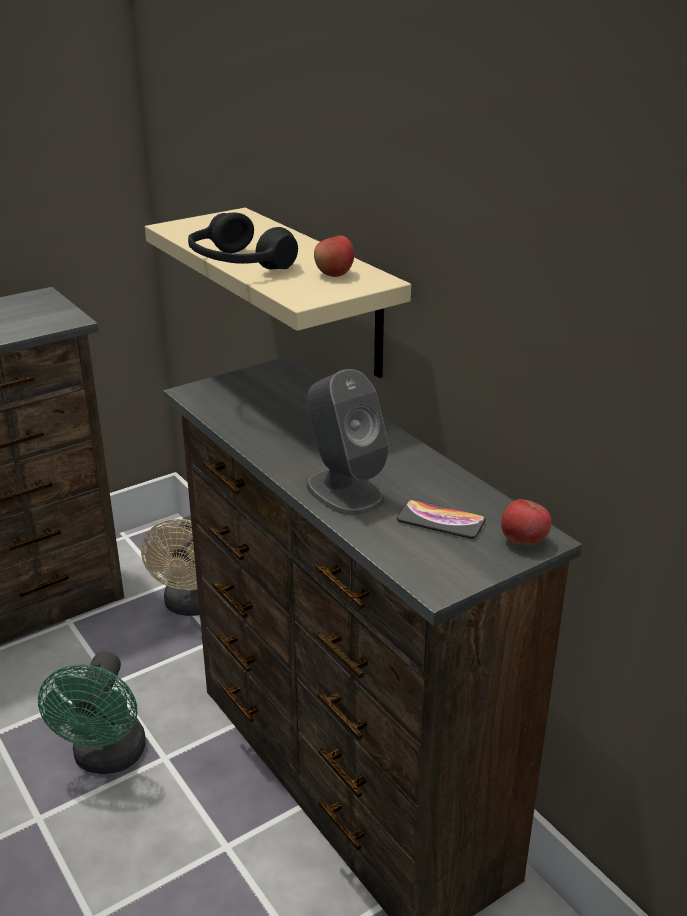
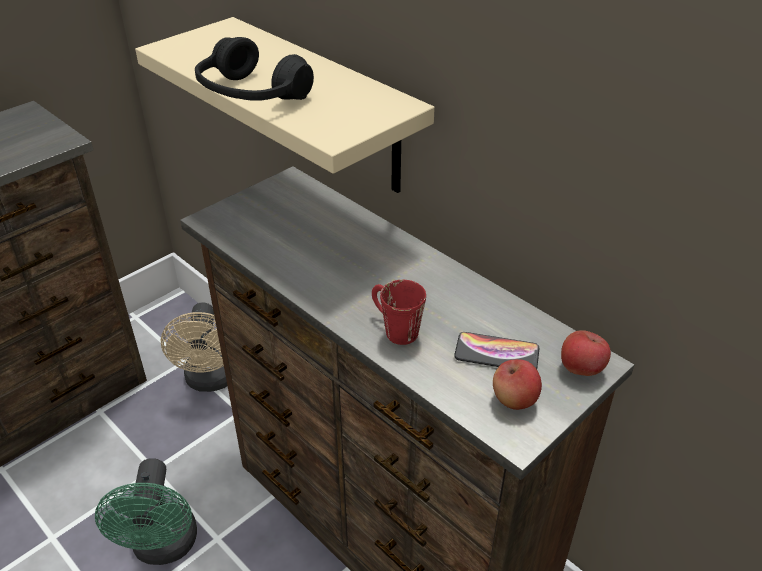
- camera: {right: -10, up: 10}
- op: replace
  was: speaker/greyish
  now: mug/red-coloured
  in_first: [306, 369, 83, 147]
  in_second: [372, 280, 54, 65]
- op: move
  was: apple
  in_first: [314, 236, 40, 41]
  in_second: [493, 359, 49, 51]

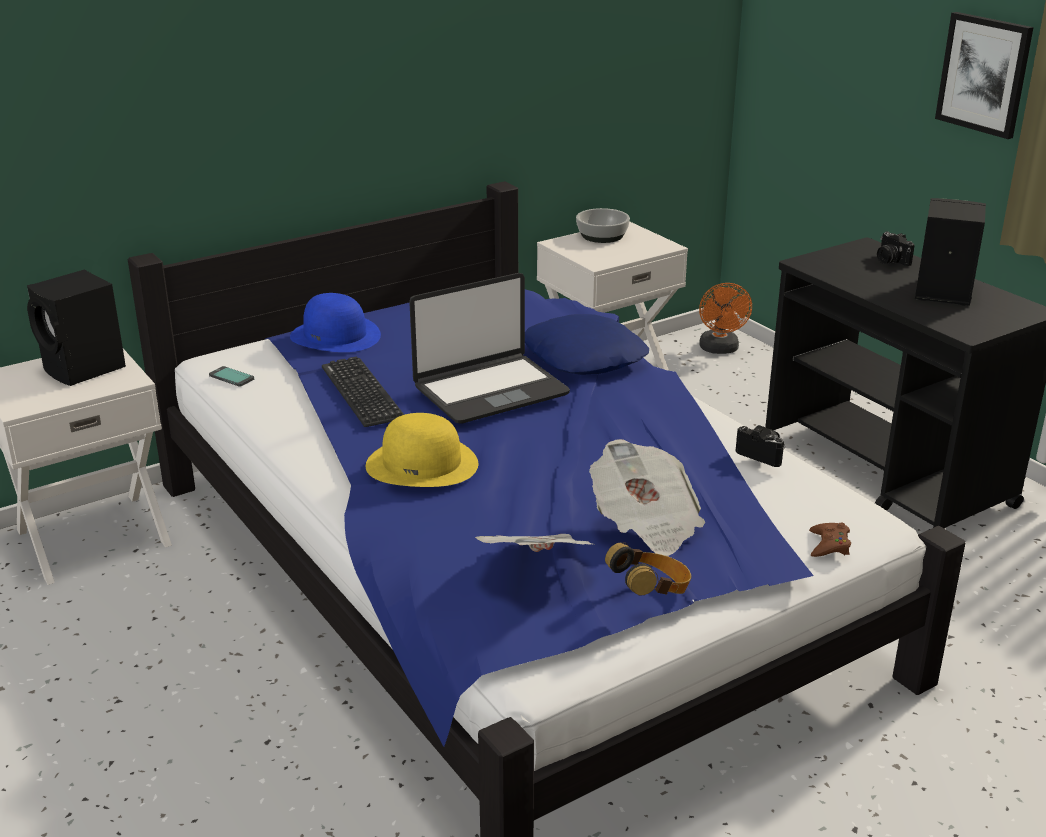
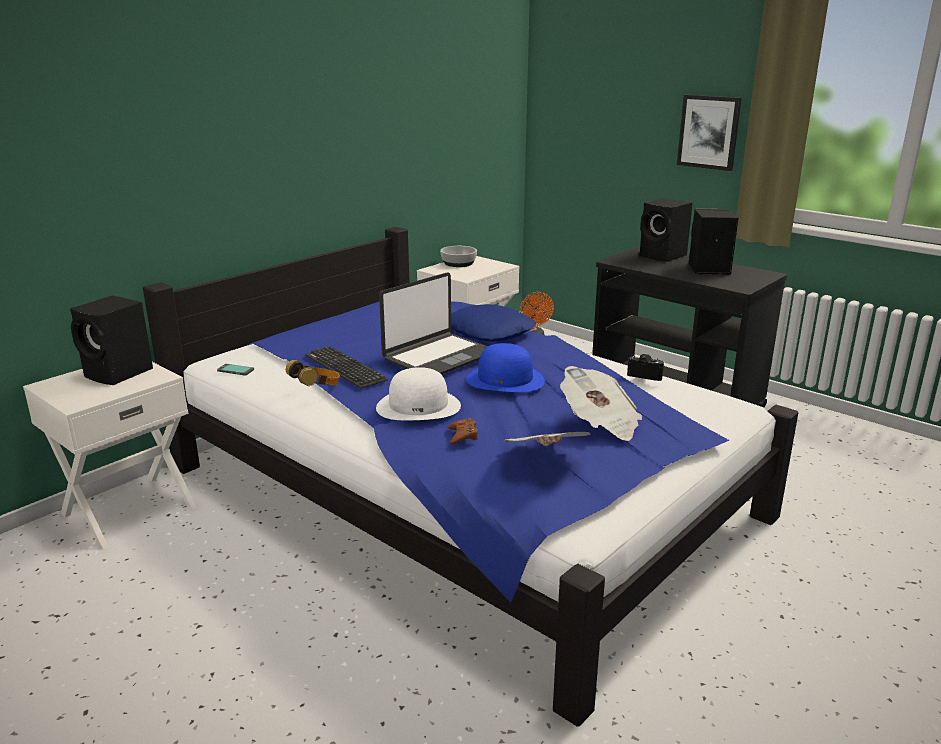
- camera: {right: -15, up: -5}
- op: move
  was: wearable hat/bluish
  in_first: [290, 293, 91, 59]
  in_second: [466, 343, 79, 49]
- op: recolor
  was: wearable hat/yellow
  now: wearable hat/white
  in_first: [366, 413, 112, 74]
  in_second: [376, 367, 85, 54]
- op: move
  was: headset
  in_first: [605, 542, 86, 54]
  in_second: [286, 360, 54, 26]
- op: move
  was: joypad/brown-coloured
  in_first: [809, 523, 42, 34]
  in_second: [448, 418, 30, 26]
- op: replace
  was: still camera
  now: speaker/black
  in_first: [877, 232, 38, 34]
  in_second: [639, 198, 54, 64]

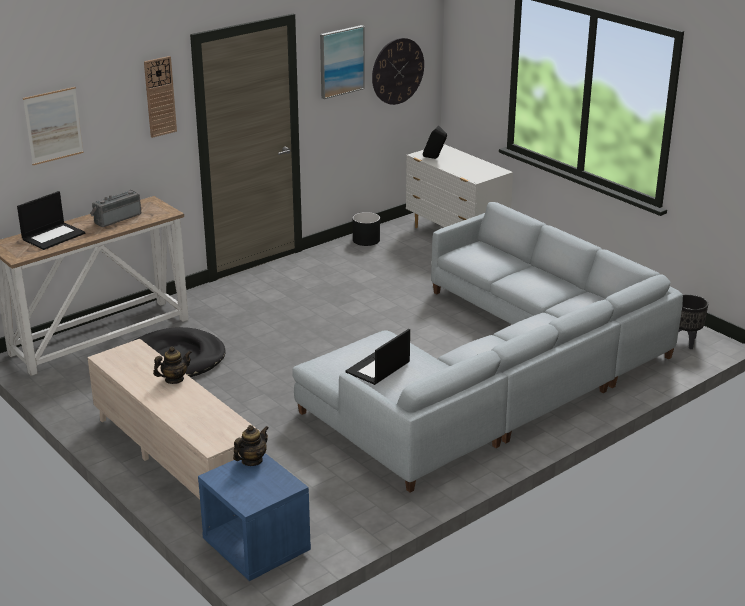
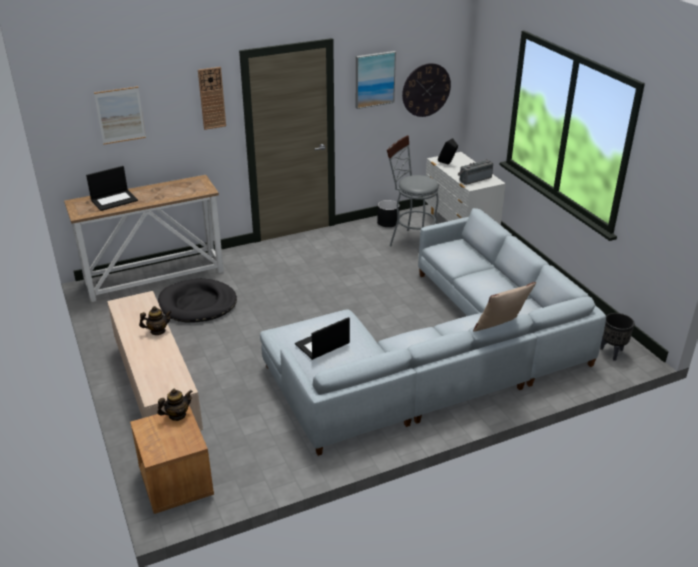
- camera: {right: 15, up: 5}
- op: move
  was: radio
  in_first: [90, 190, 51, 37]
  in_second: [458, 160, 35, 25]
- op: recolor
  was: night table/bluish
  now: night table/brown-coloured
  in_first: [198, 453, 113, 128]
  in_second: [130, 406, 84, 108]
- op: insert
  now: sitting stool/greyish
  in_second: [387, 135, 52, 111]
- op: insert
  now: pillow/sand-coloured
  in_second: [473, 282, 63, 50]

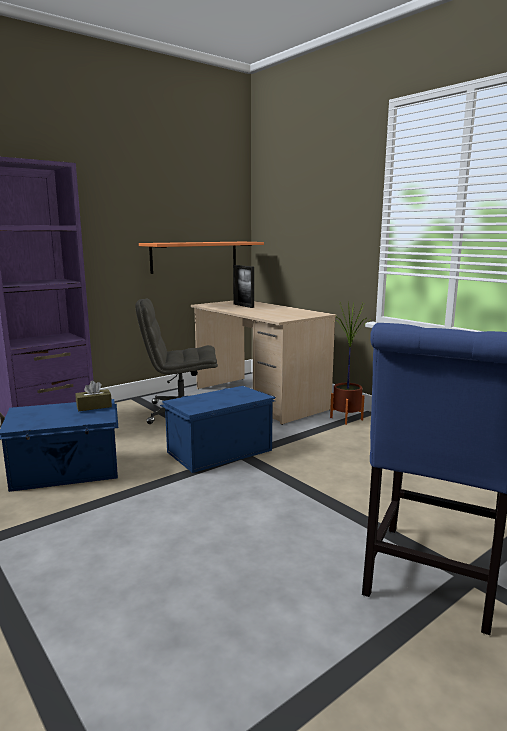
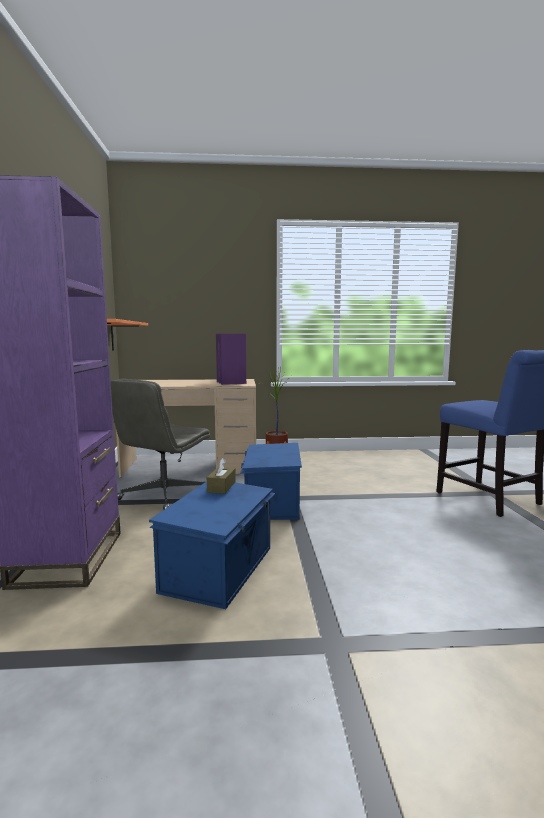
- camera: {right: -55, up: -5}
- op: delete
  was: standing frame
  in_first: [233, 265, 21, 43]
- op: insert
  now: speaker/purple-coloured
  in_second: [216, 334, 30, 51]

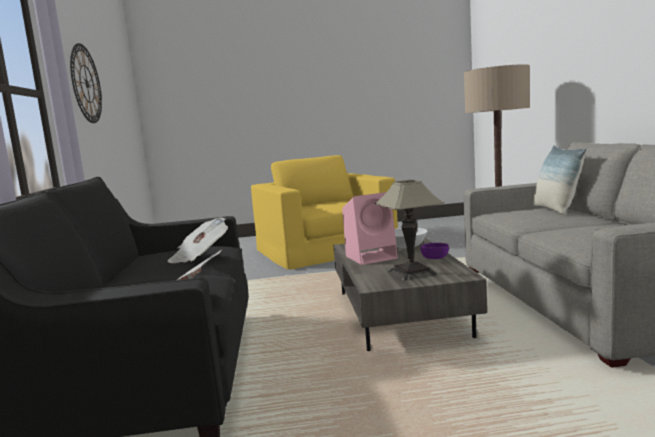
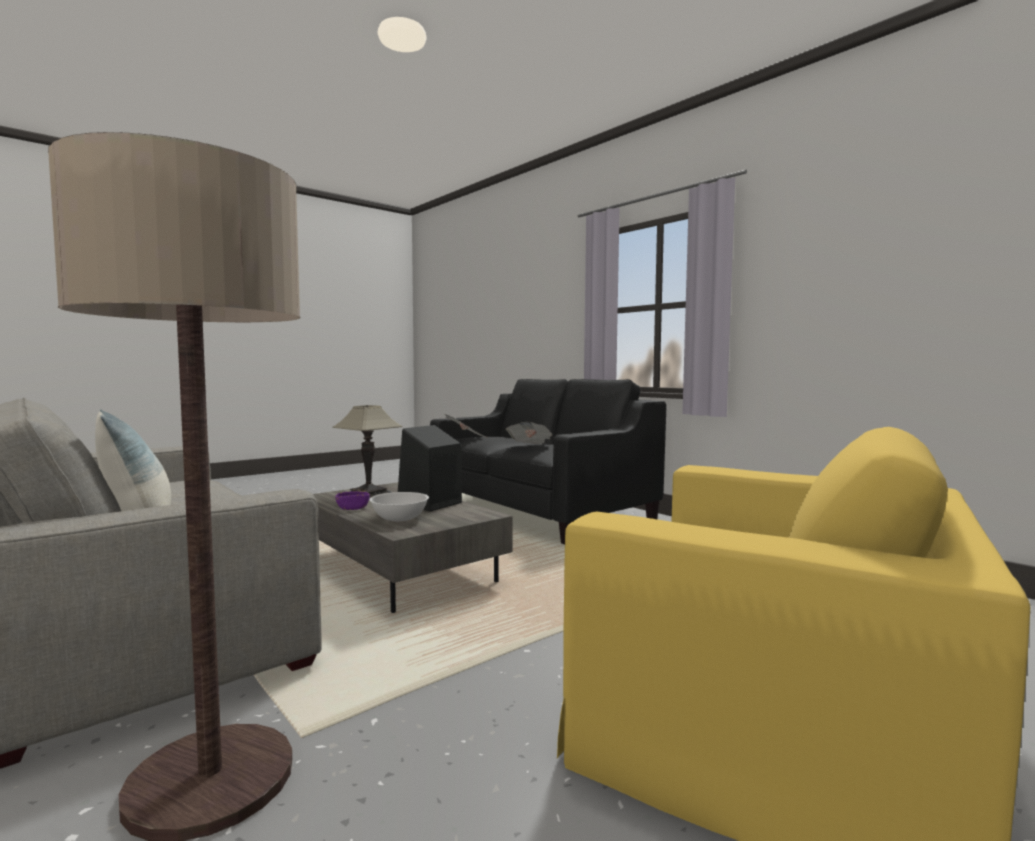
- camera: {right: 145, up: -5}
- op: delete
  was: hanging clock
  in_first: [70, 43, 32, 80]
- op: recolor
  was: speaker/pink
  now: speaker/black
  in_first: [342, 192, 56, 73]
  in_second: [398, 425, 64, 86]

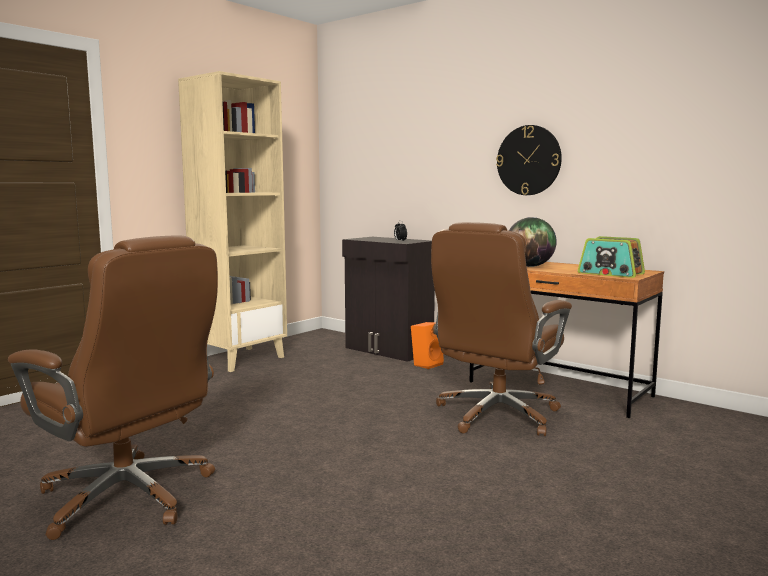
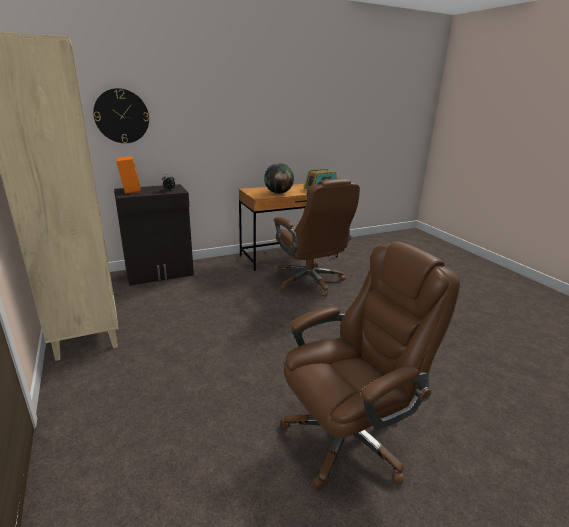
- camera: {right: -65, up: 15}
- op: move
  was: speaker/orange-coloured
  in_first: [411, 322, 33, 47]
  in_second: [116, 156, 25, 38]
- op: move
  was: hanging clock
  in_first: [496, 125, 66, 70]
  in_second: [93, 88, 56, 55]

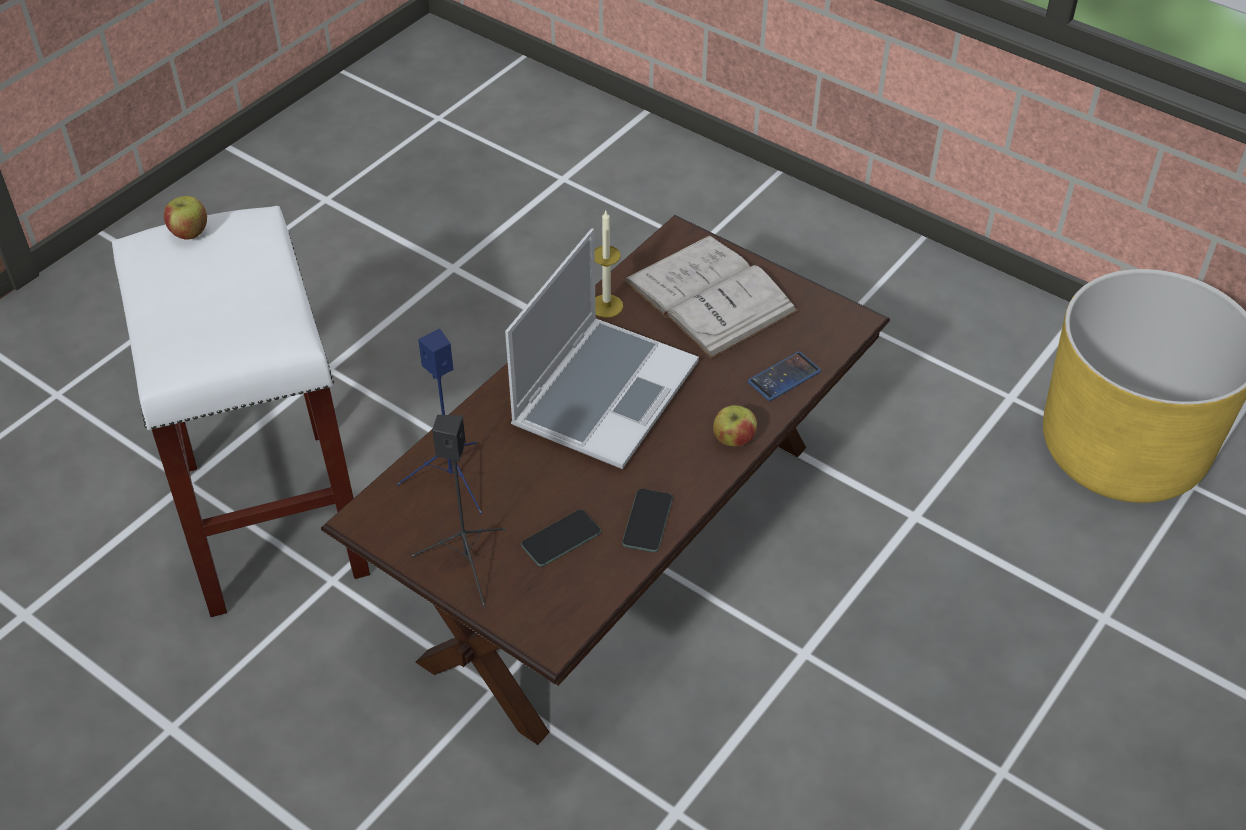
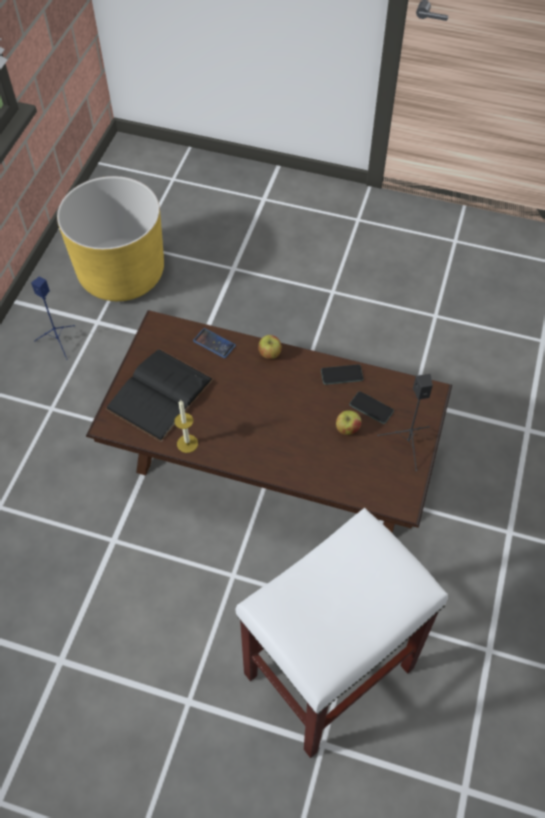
- camera: {right: -110, up: 10}
- op: move
  was: apple
  in_first: [164, 196, 43, 43]
  in_second: [336, 410, 25, 25]
- op: move
  was: speaker/bluish
  in_first: [397, 329, 85, 185]
  in_second: [31, 276, 44, 84]
- op: delete
  was: portable computer
  in_first: [505, 229, 194, 240]
- op: recolor
  was: book/white
  now: book/black
  in_first: [623, 236, 176, 123]
  in_second: [106, 348, 108, 94]

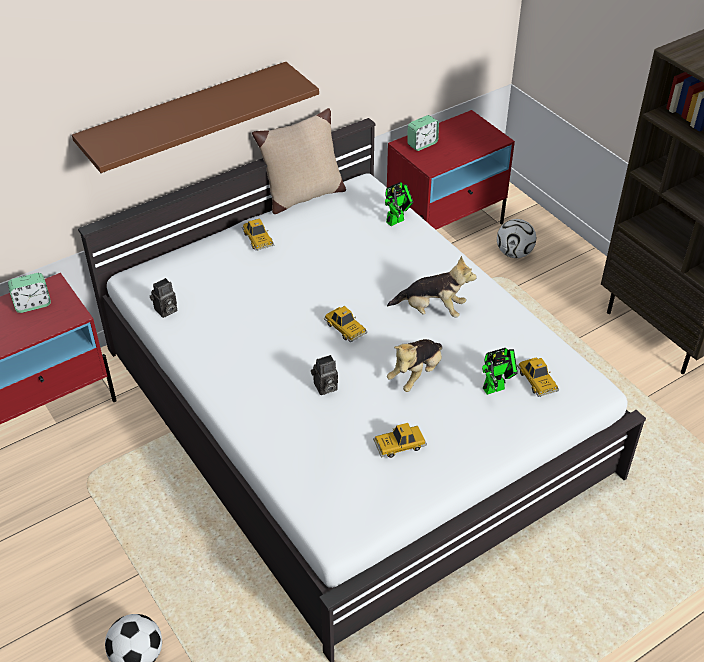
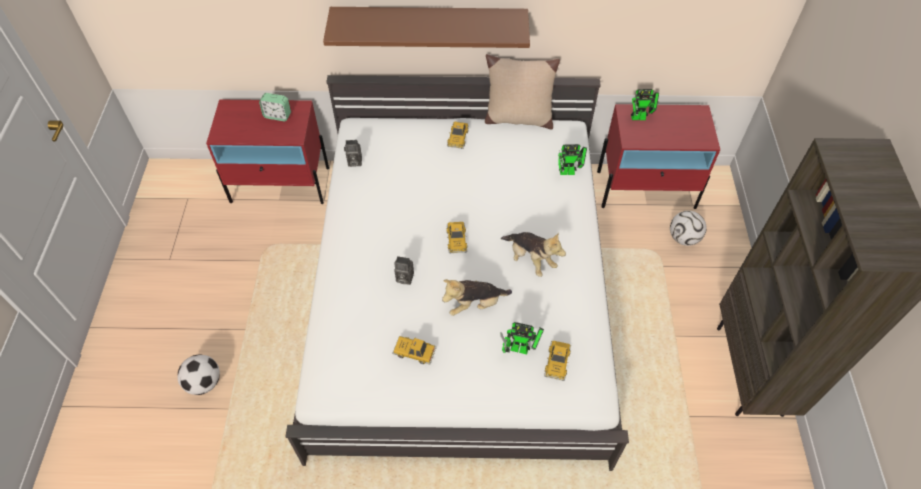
- camera: {right: 35, up: 10}
- op: replace
  was: alarm clock
  now: robot figure
  in_first: [407, 115, 32, 36]
  in_second: [631, 89, 28, 31]

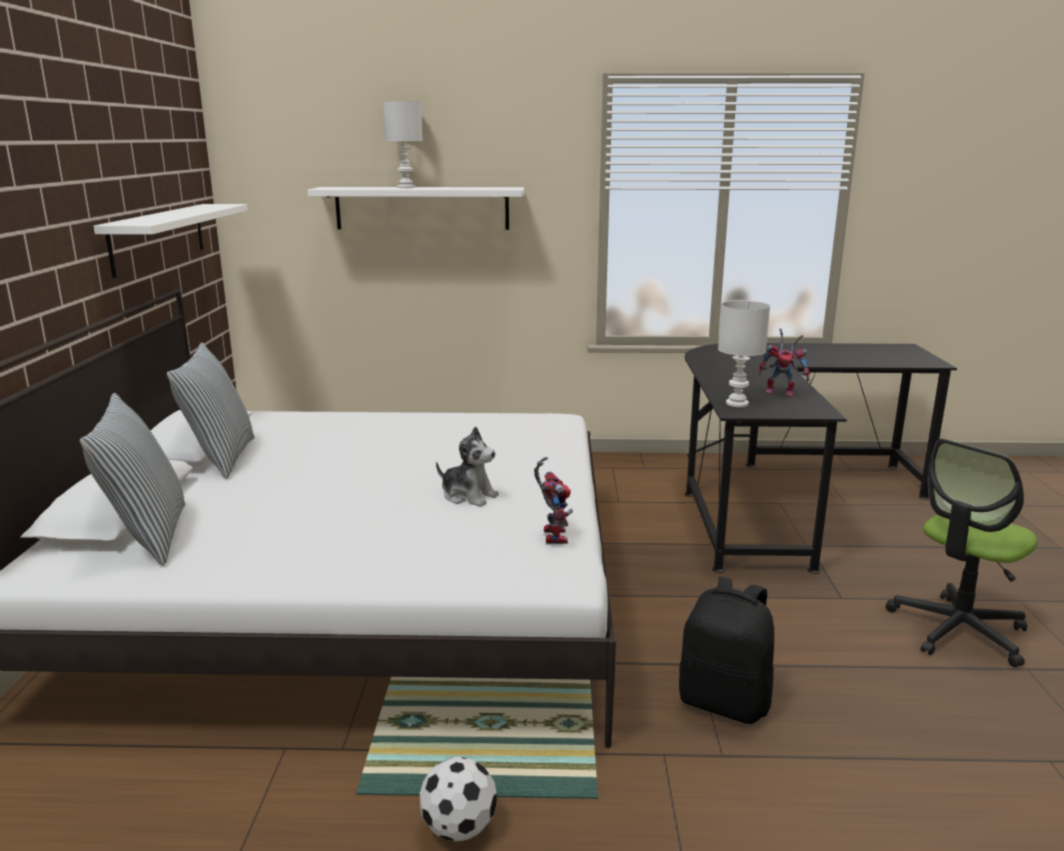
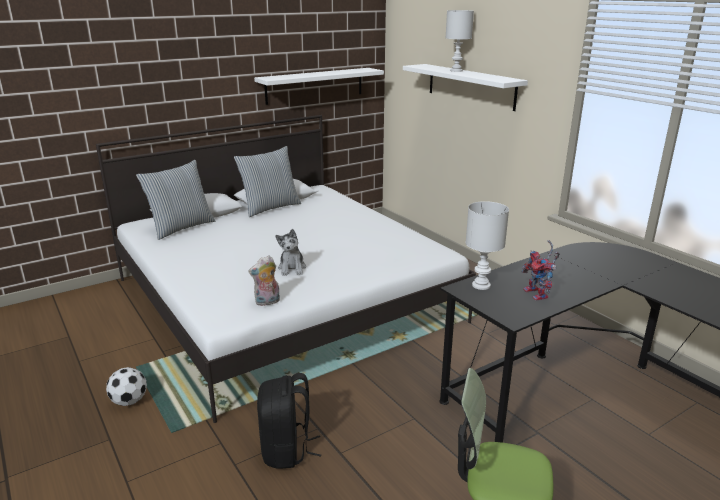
- camera: {right: 55, up: 5}
- op: replace
  was: robot figure
  now: soft toy
  in_first: [534, 457, 39, 87]
  in_second: [248, 255, 32, 51]

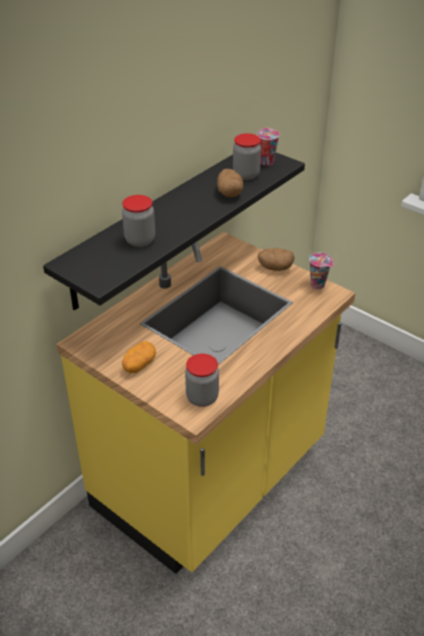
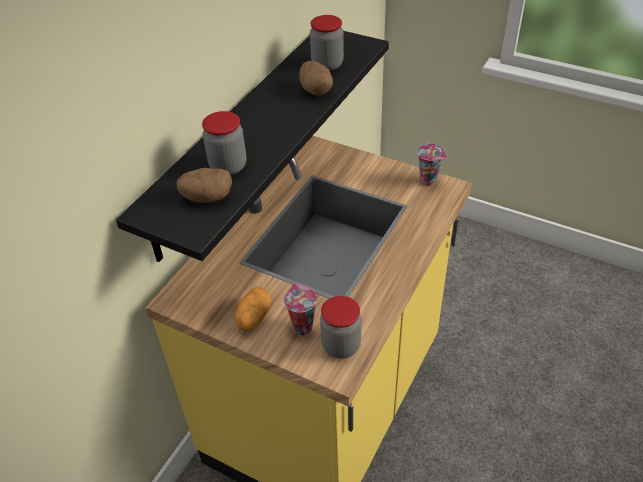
- camera: {right: -10, up: 5}
- op: move
  was: drinking cup
  in_first: [257, 128, 23, 38]
  in_second: [284, 283, 33, 52]
- op: move
  was: potato
  in_first: [258, 248, 37, 23]
  in_second: [177, 168, 55, 35]

